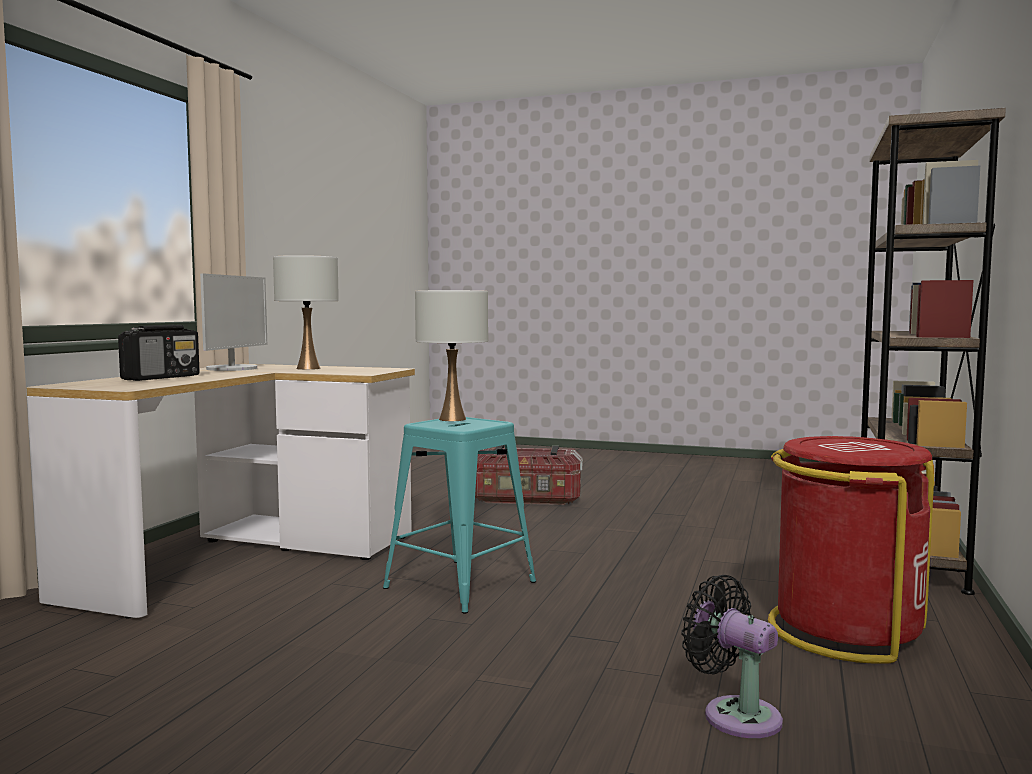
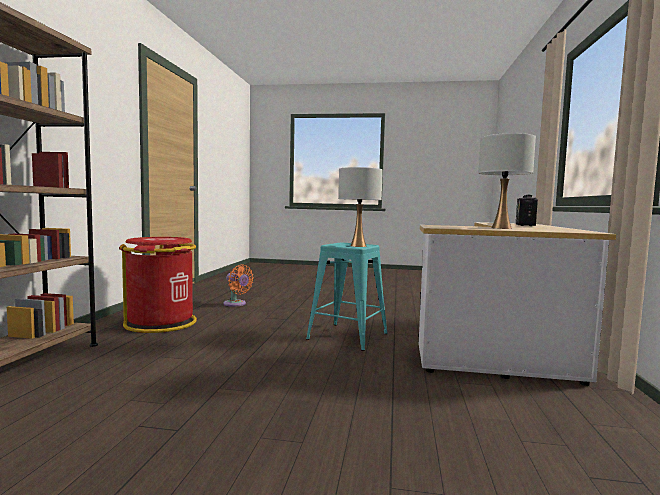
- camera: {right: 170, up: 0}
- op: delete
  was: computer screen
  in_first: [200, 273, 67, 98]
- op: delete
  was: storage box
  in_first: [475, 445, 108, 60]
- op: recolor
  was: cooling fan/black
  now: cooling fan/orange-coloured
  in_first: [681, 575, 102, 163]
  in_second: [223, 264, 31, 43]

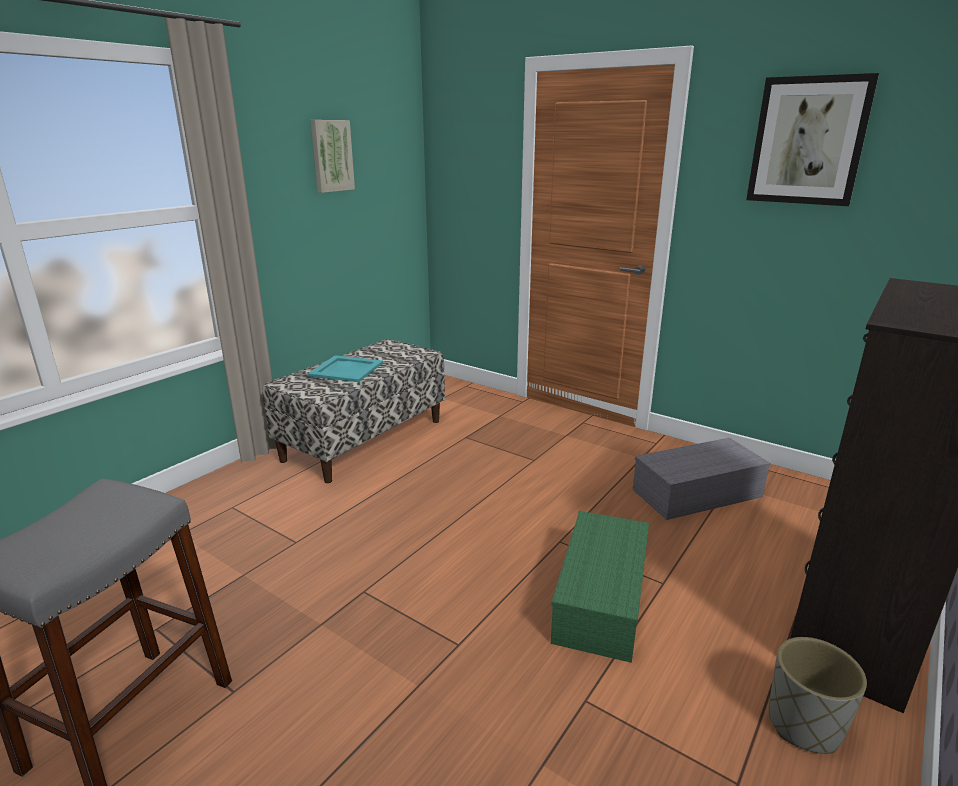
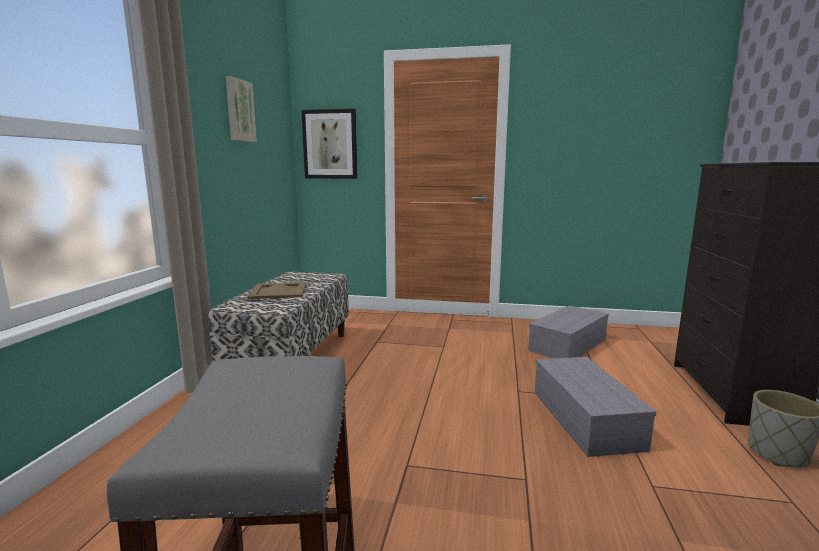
- camera: {right: -25, up: -10}
- op: recolor
  was: tray/blue-green
  now: tray/sand-coloured
  in_first: [307, 355, 76, 27]
  in_second: [247, 282, 59, 17]
- op: recolor
  was: storage box/greenish
  now: storage box/greyish
  in_first: [551, 511, 98, 152]
  in_second: [535, 357, 121, 100]
- op: move
  was: picture
  in_first: [746, 73, 133, 133]
  in_second: [301, 109, 57, 70]

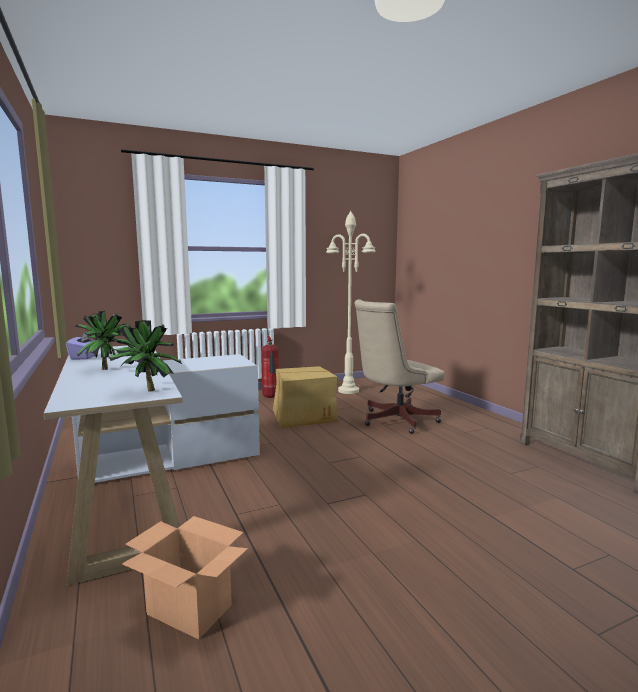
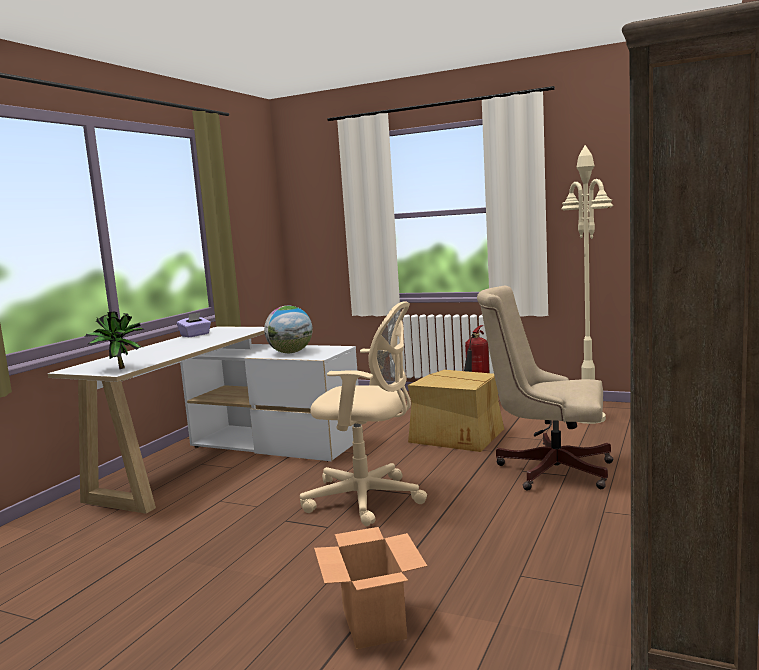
- camera: {right: 50, up: 0}
- op: delete
  was: plant in a pot
  in_first: [74, 311, 60, 59]
- op: move
  was: packing box
  in_first: [122, 516, 126, 123]
  in_second: [314, 527, 113, 123]
- op: insert
  now: desk globe
  in_second: [264, 306, 49, 47]
- op: insert
  now: computer chair/sand-coloured
  in_second: [300, 301, 127, 225]

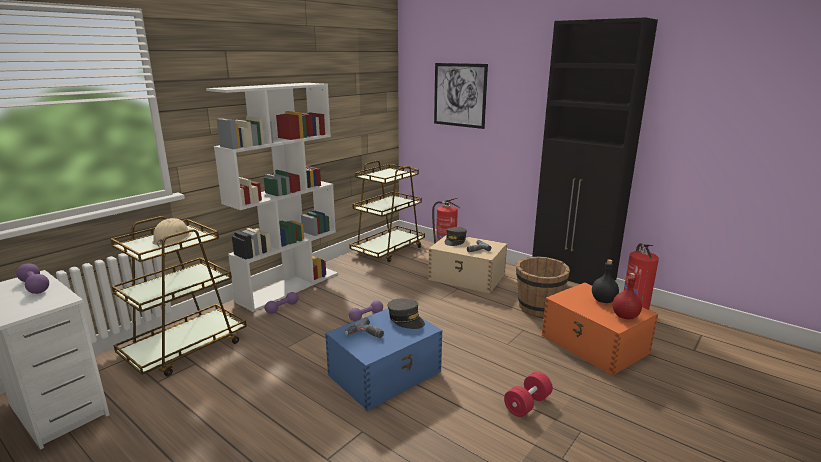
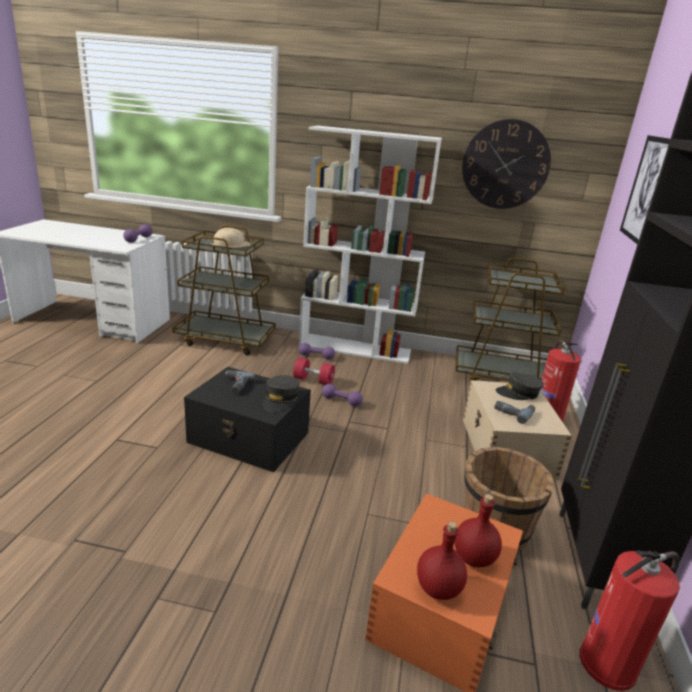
- camera: {right: 60, up: 5}
- op: recolor
  was: storage box/bluish
  now: storage box/black
  in_first: [325, 309, 117, 102]
  in_second: [184, 367, 127, 105]
- op: move
  was: free weight/red-coloured
  in_first: [504, 371, 49, 46]
  in_second: [293, 357, 42, 28]
- op: recolor
  was: beverage bottle/black
  now: beverage bottle/red-coloured
  in_first: [592, 259, 27, 44]
  in_second: [455, 494, 47, 73]
- op: insert
  now: hanging clock
  in_second: [462, 119, 89, 90]

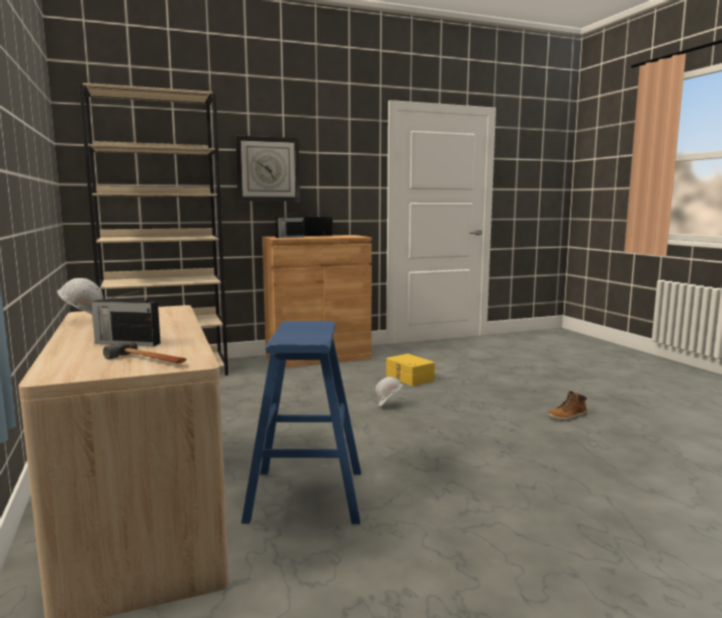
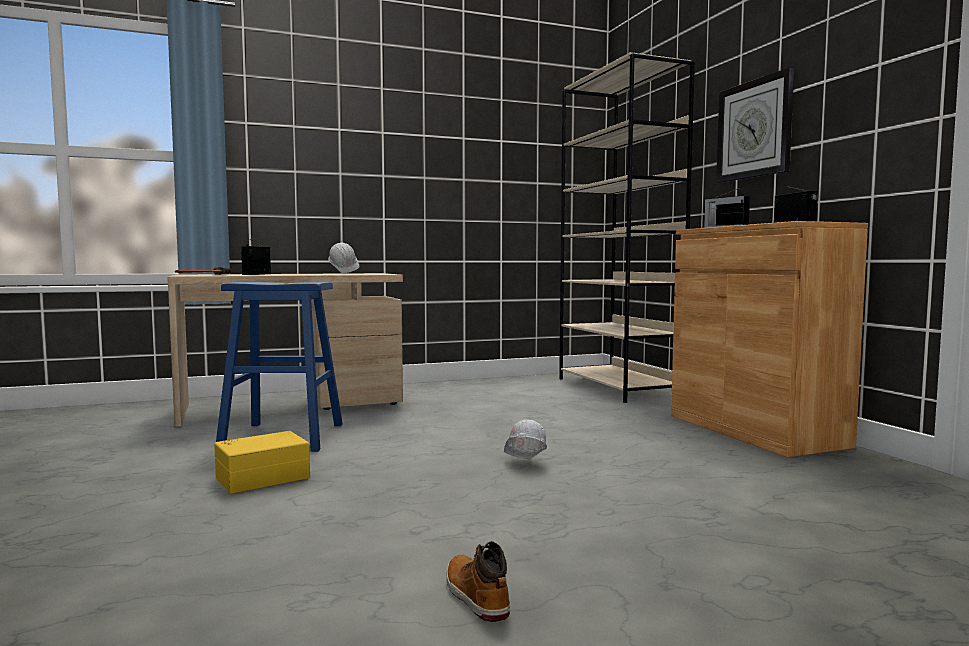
- camera: {right: 90, up: -5}
- op: move
  was: storage box/yellow
  in_first: [386, 354, 49, 32]
  in_second: [214, 431, 96, 63]

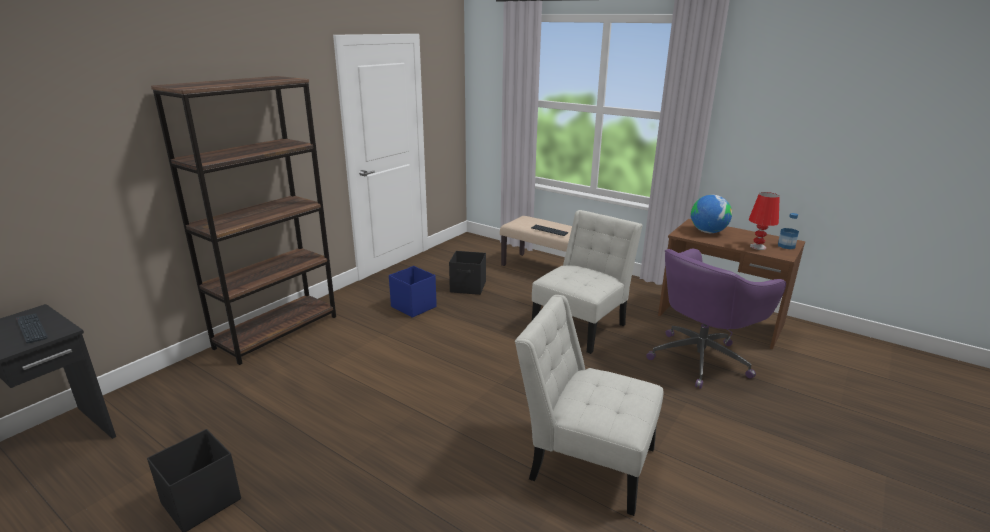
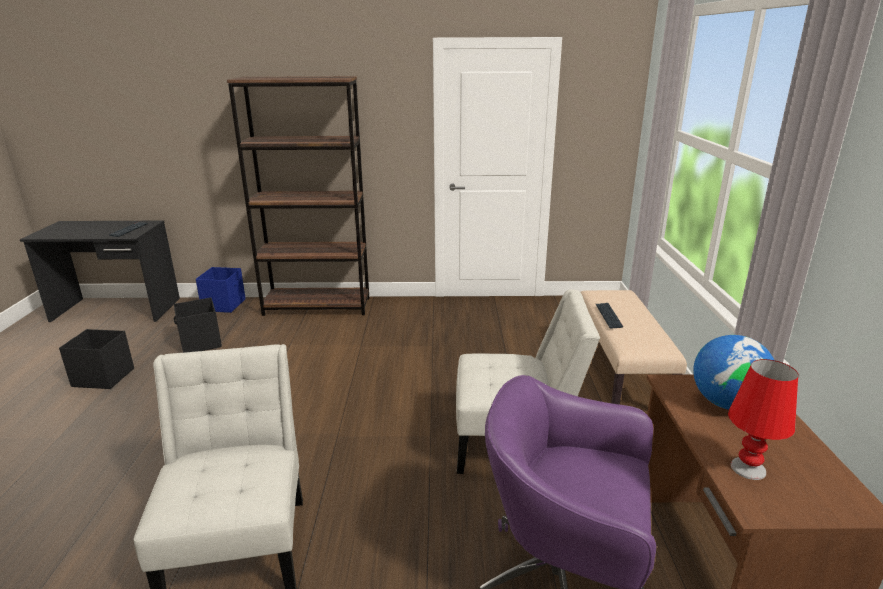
- camera: {right: 55, up: 0}
- op: move
  was: storage box/bluish
  in_first: [389, 266, 48, 52]
  in_second: [196, 267, 50, 46]
- op: move
  was: storage box/black
  in_first: [449, 251, 37, 44]
  in_second: [174, 297, 48, 56]
- op: delete
  was: beverage bottle
  in_first: [778, 213, 21, 36]

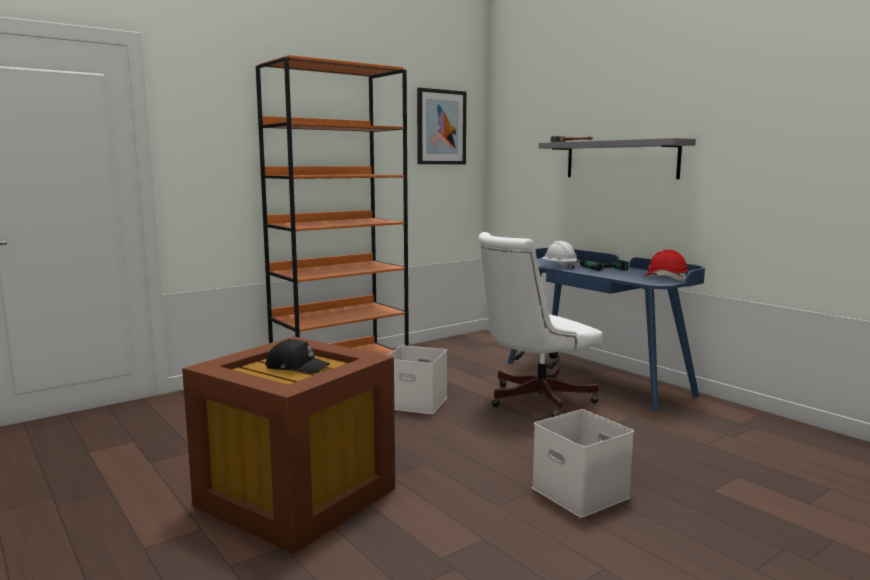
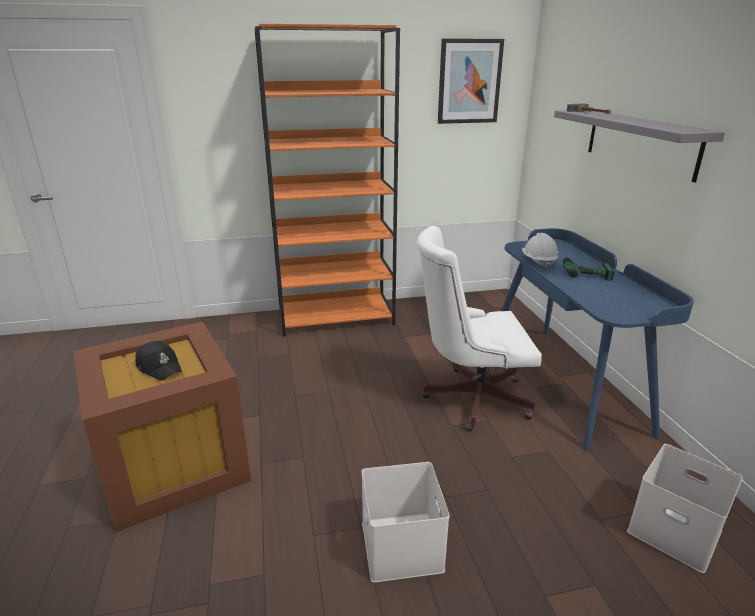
- camera: {right: 25, up: 15}
- op: move
  was: storage box/white
  in_first: [387, 345, 60, 69]
  in_second: [627, 444, 116, 129]
- op: delete
  was: safety helmet/red-coloured
  in_first: [644, 250, 45, 31]

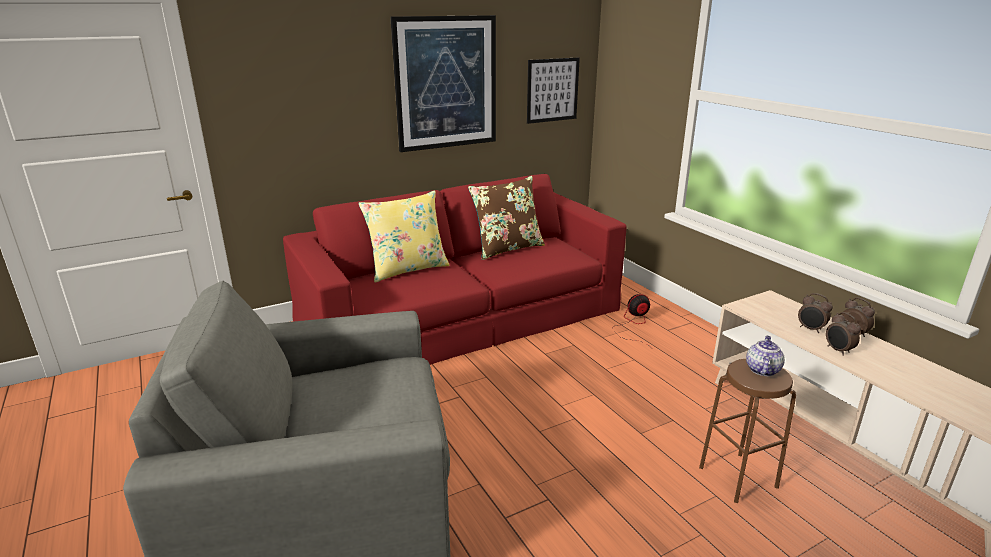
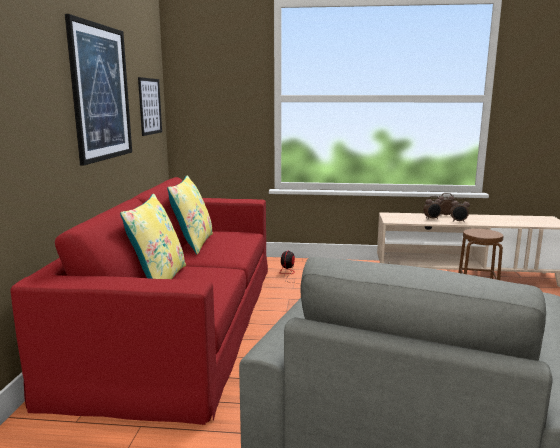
- camera: {right: -55, up: -10}
- op: recolor
  was: pillow/brown-coloured
  now: pillow/yellow
  in_first: [468, 176, 77, 84]
  in_second: [167, 175, 46, 79]
- op: delete
  was: pot for tea
  in_first: [746, 336, 39, 40]

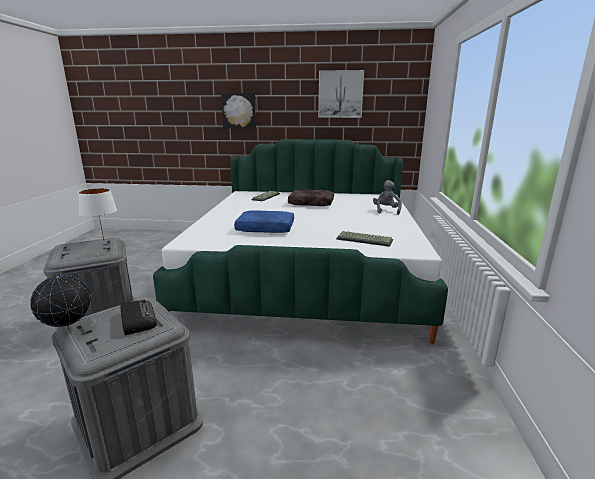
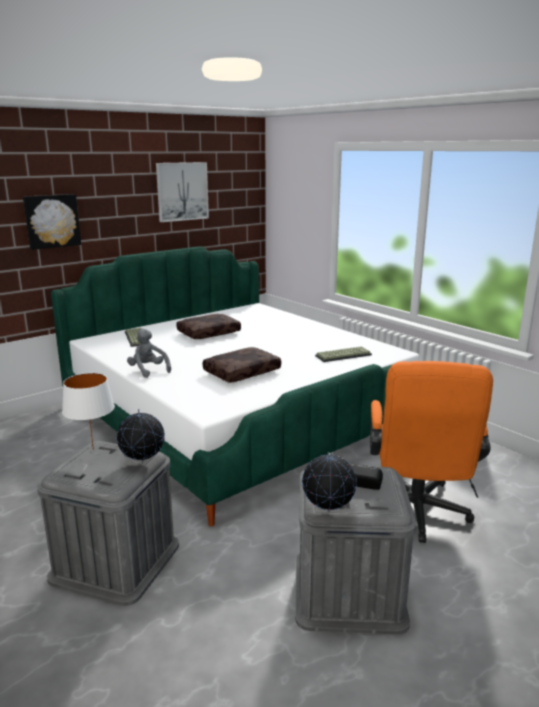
- camera: {right: -45, up: 0}
- op: recolor
  was: pillow/bluish
  now: pillow/brown-coloured
  in_first: [234, 210, 60, 23]
  in_second: [203, 347, 78, 36]
- op: move
  was: soft toy/greyish
  in_first: [373, 180, 29, 35]
  in_second: [127, 329, 44, 49]
- op: insert
  now: desk globe
  in_second: [117, 409, 48, 55]
- op: insert
  now: computer chair/orange-coloured
  in_second: [370, 361, 123, 182]

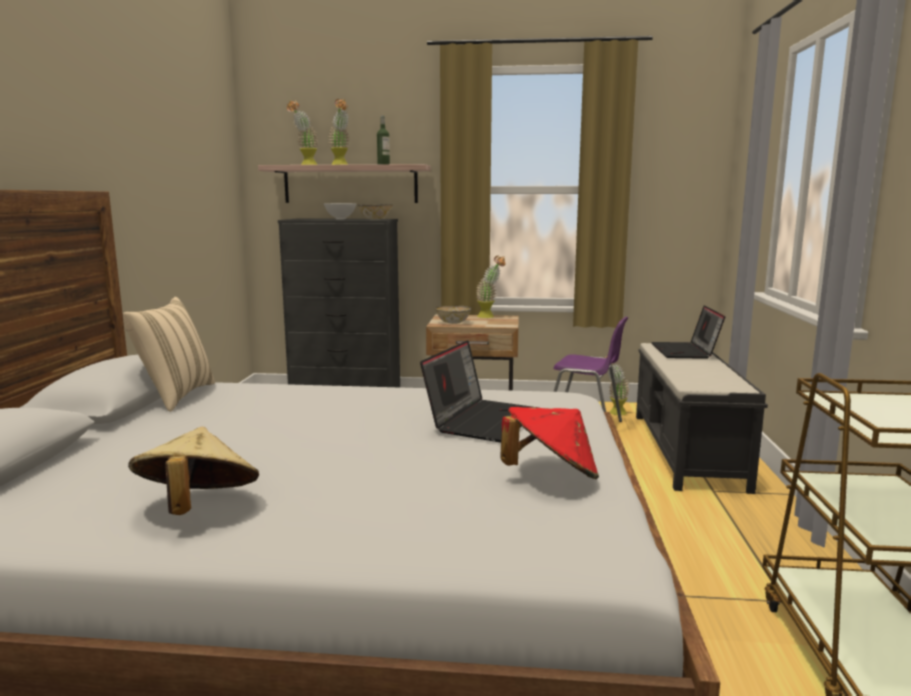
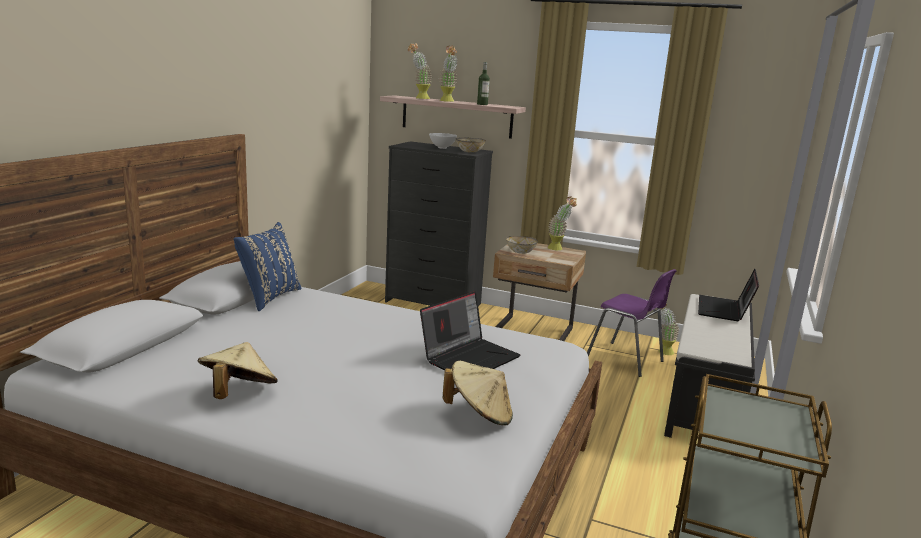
- camera: {right: 15, up: 5}
- op: recolor
  was: pillow/sand-coloured
  now: pillow/bluish
  in_first: [123, 297, 92, 115]
  in_second: [234, 222, 68, 89]
- op: recolor
  was: wearable hat/red-coloured
  now: wearable hat/sand-coloured
  in_first: [500, 407, 99, 72]
  in_second: [442, 361, 71, 64]

